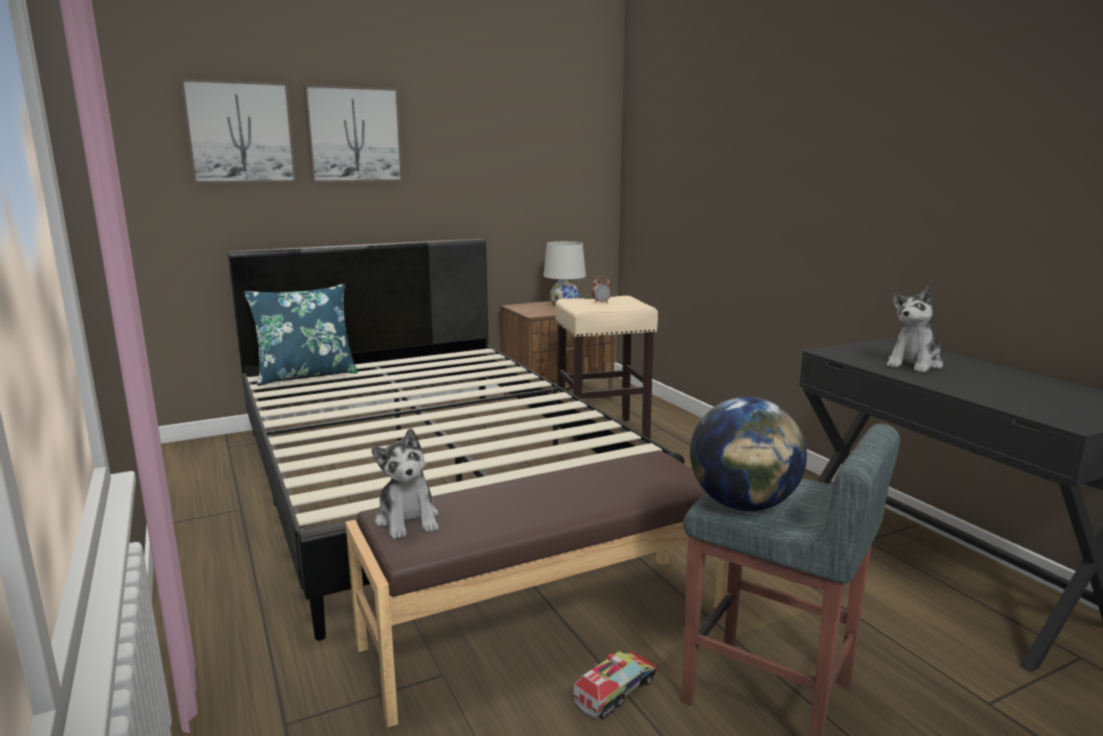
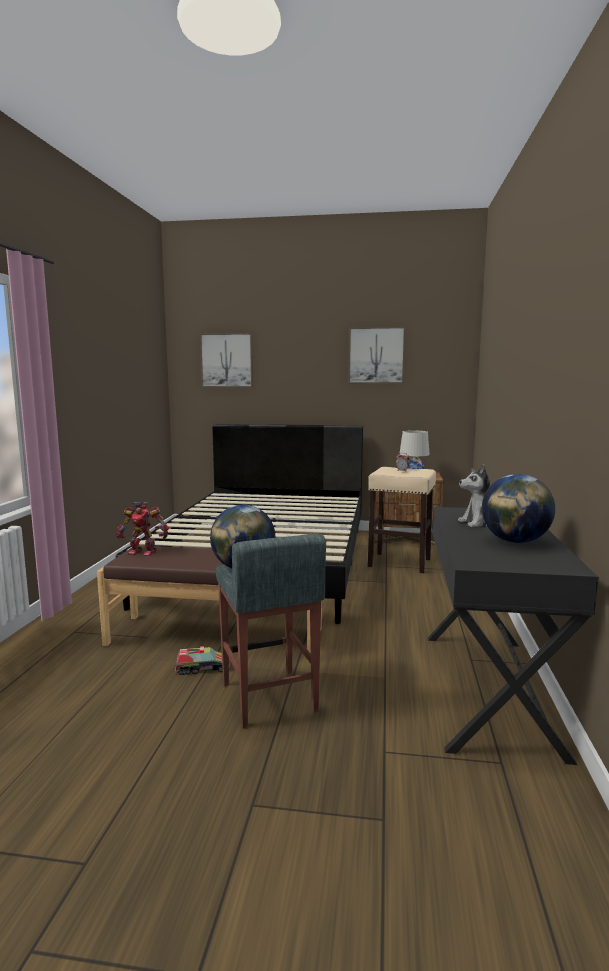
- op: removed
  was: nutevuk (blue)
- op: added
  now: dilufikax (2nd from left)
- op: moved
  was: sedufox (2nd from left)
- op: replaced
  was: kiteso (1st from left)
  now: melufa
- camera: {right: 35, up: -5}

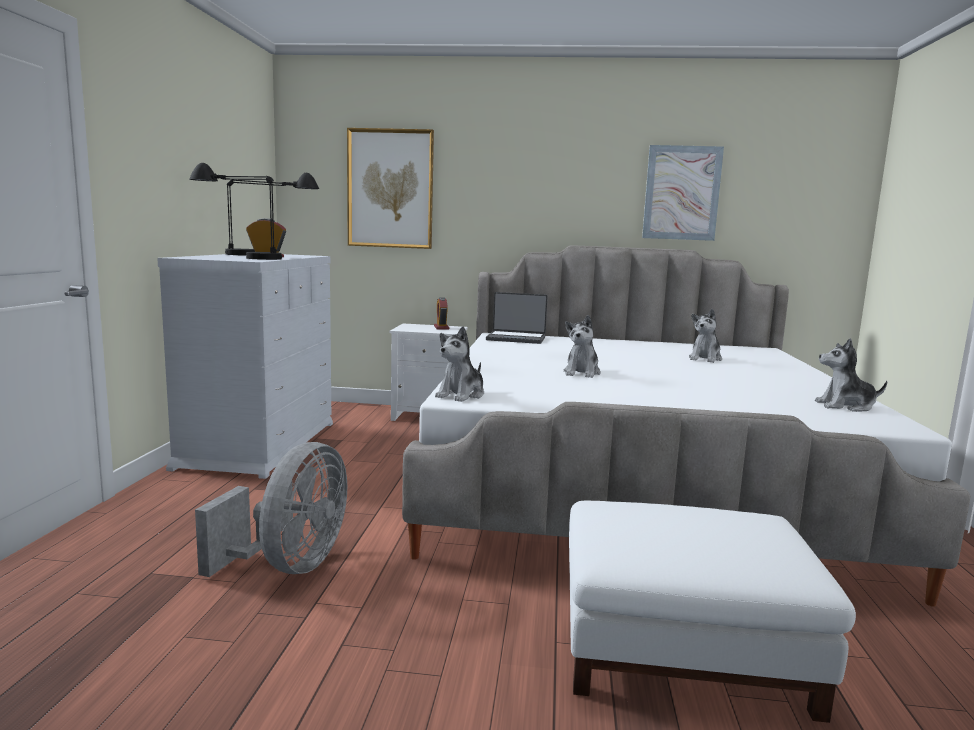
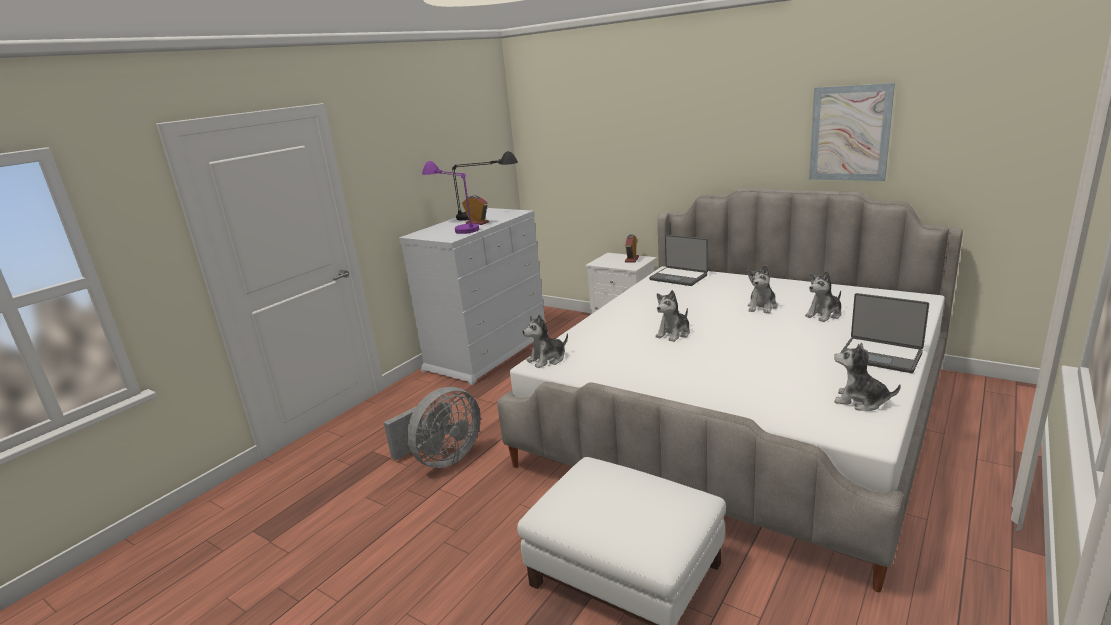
- op: removed
  was: sedufox (1st from left)
- op: added
  now: kiteso (3rd from left)
- op: added
  now: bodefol (2nd from left)
- op: recoloured
  was: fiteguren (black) (1st from left)
  now: fiteguren (purple)
- camera: {right: 30, up: 10}

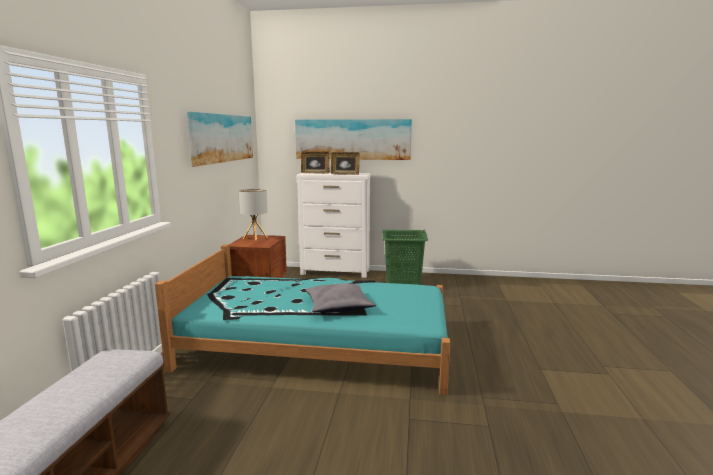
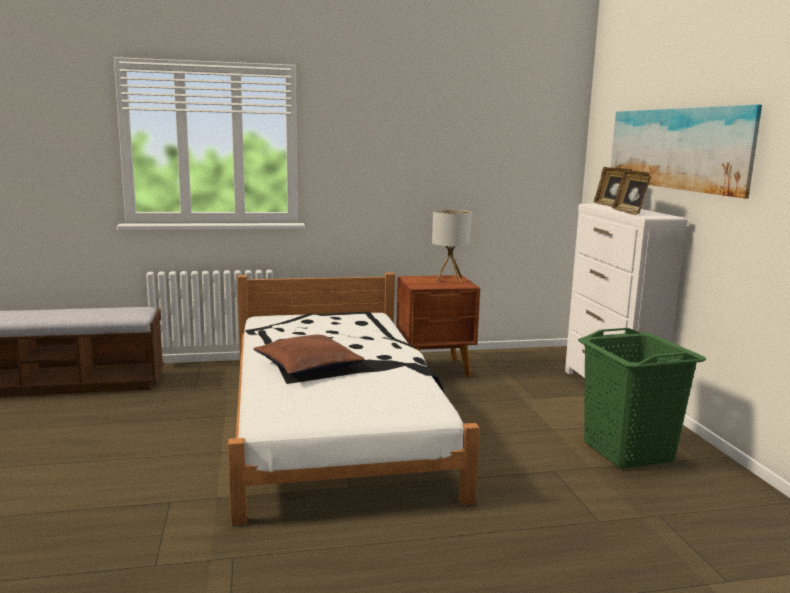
- op: removed
  was: sedufox (1st from left)
- op: recoloured
  was: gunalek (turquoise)
  now: gunalek (white)
- op: recoloured
  was: nutevuk (grey)
  now: nutevuk (brown)
- camera: {right: 70, up: 0}

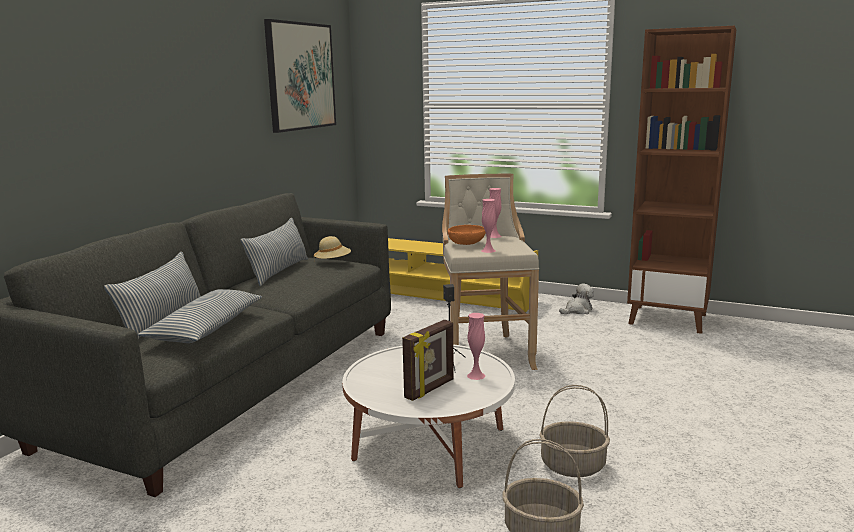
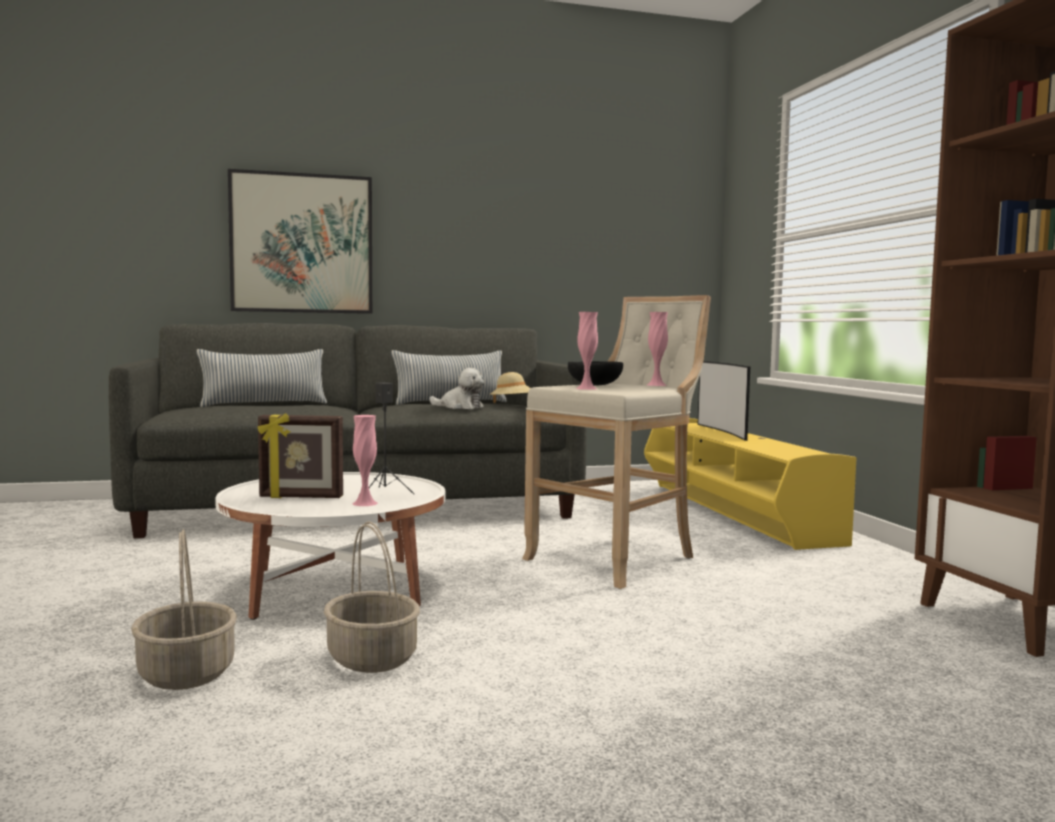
- op: removed
  was: nutevuk (2nd from left)
- op: added
  now: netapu
- op: moved
  was: sedufox
- op: moved
  was: kiteso
- op: recoloured
  was: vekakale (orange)
  now: vekakale (black)
- camera: {right: 50, up: -10}

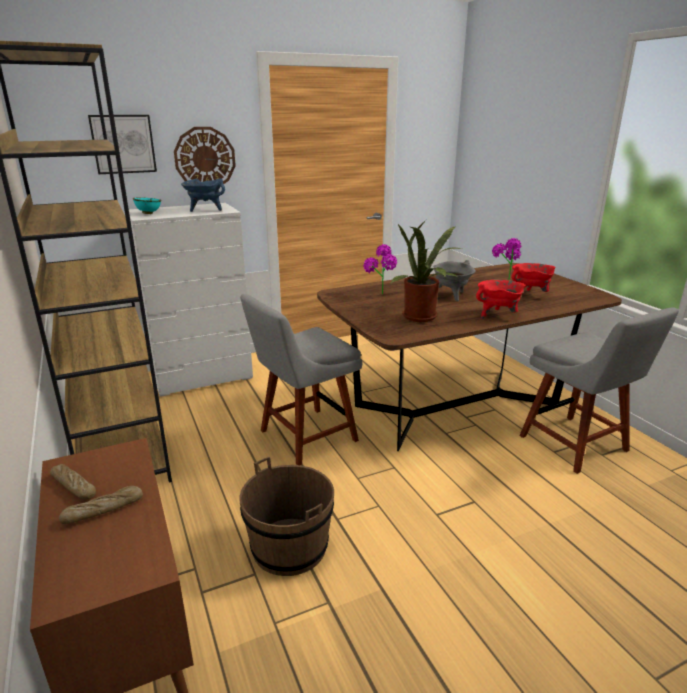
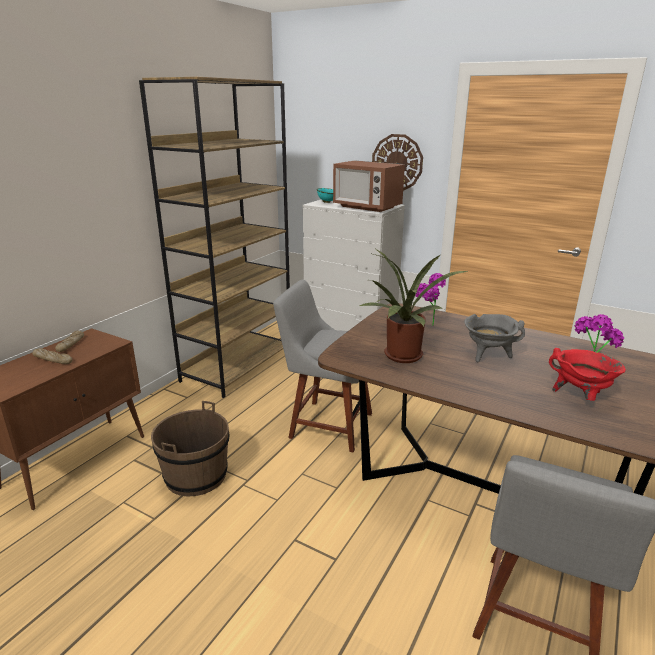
- op: removed
  was: sedufox
- op: removed
  was: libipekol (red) (1st from left)
- op: replaced
  was: libipekol (blue)
  now: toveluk
- camera: {right: 55, up: 0}

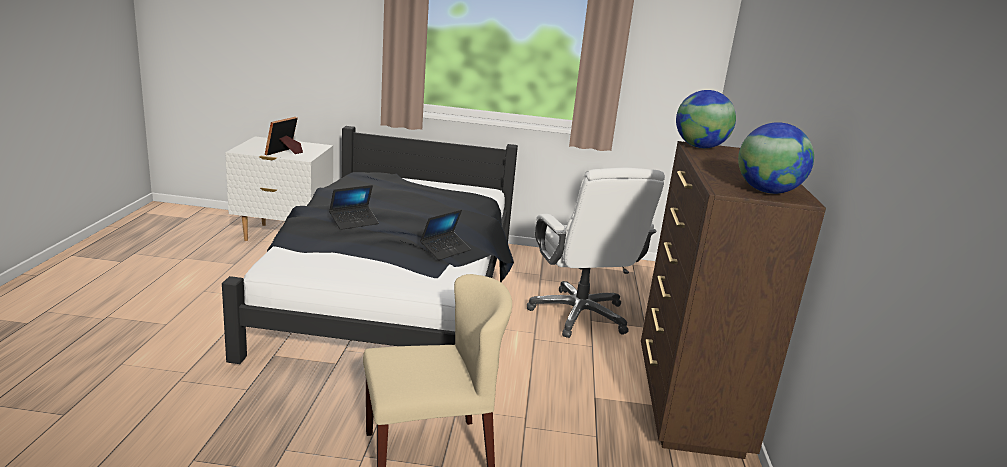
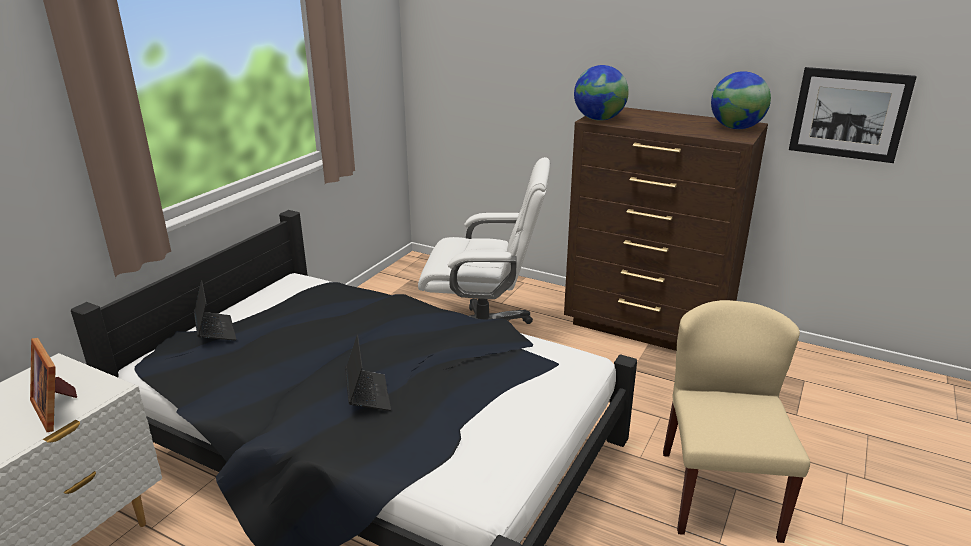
- op: added
  now: sedufox
- op: moved
  was: bodefol (2nd from left in the first image)
  now: bodefol (1st from left)
- camera: {right: -65, up: 5}

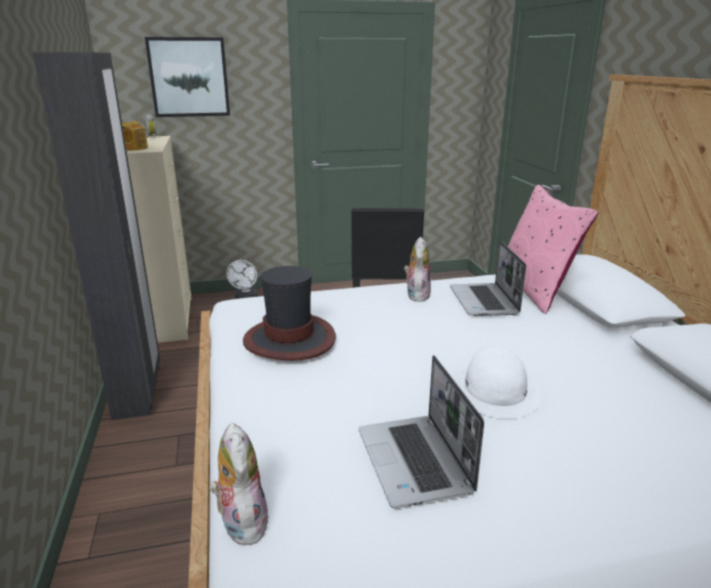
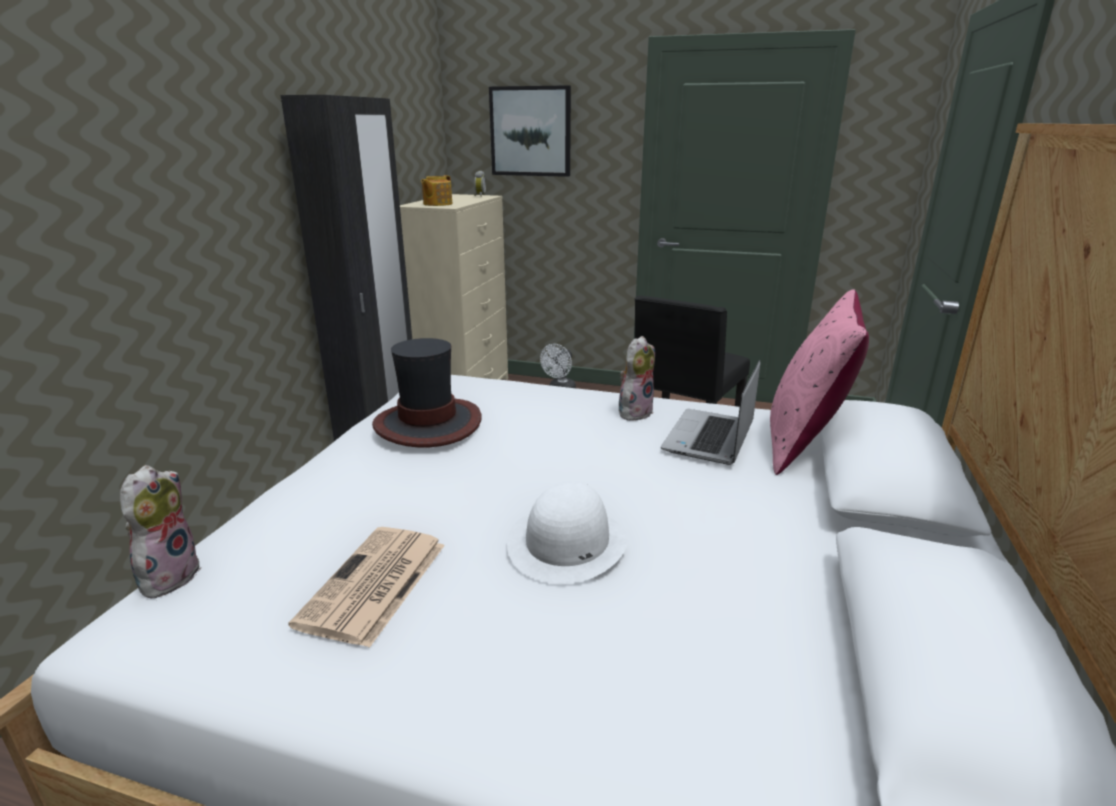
- op: replaced
  was: bodefol (1st from left)
  now: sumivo
- camera: {right: 30, up: 0}

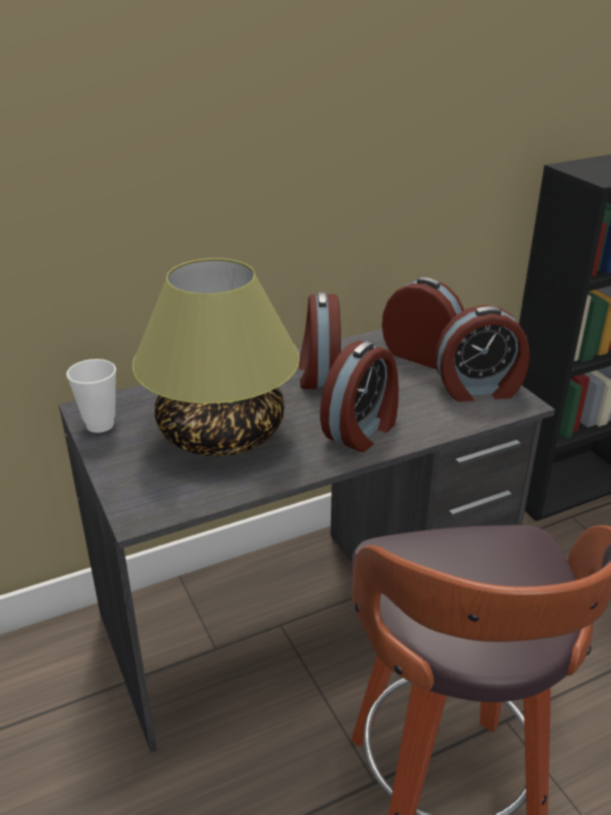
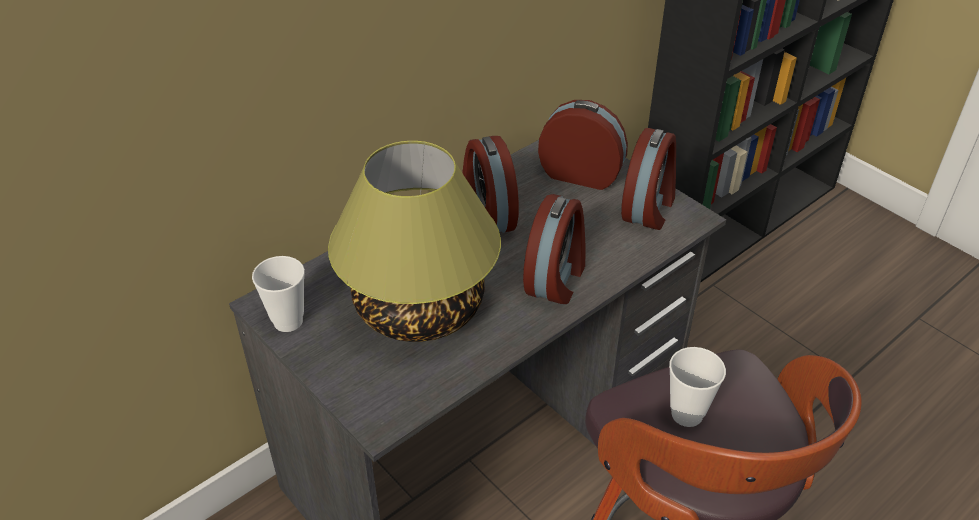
- op: added
  now: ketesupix (2nd from left)
- op: turned
  was: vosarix (4th from left)
  clockwise: -45
- camera: {right: -15, up: 10}

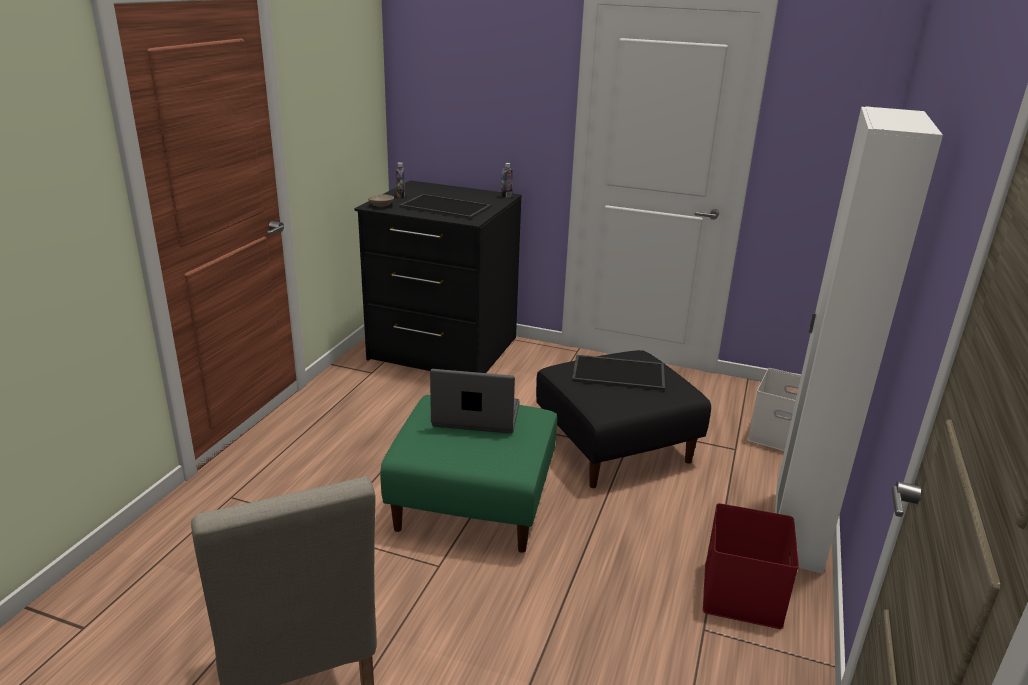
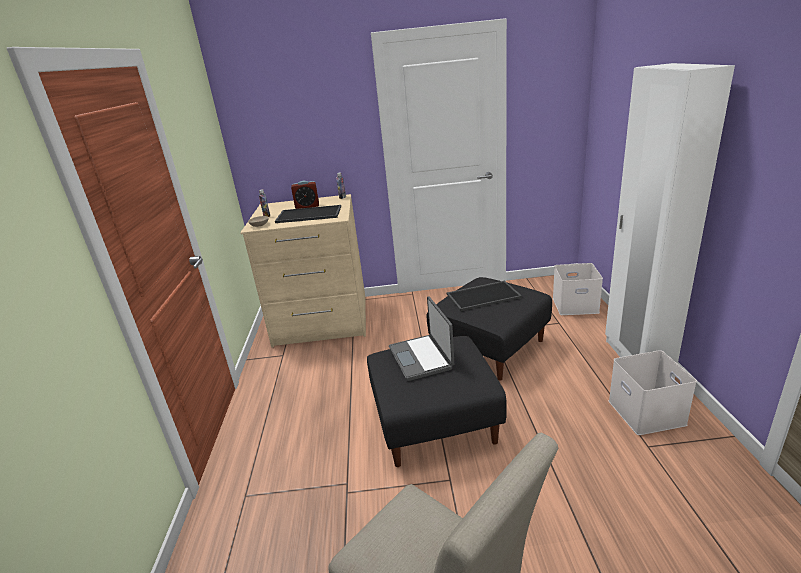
- op: added
  now: vosarix
- op: recoloured
  was: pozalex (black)
  now: pozalex (beige)
- op: recoloured
  was: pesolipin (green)
  now: pesolipin (black) (1st from left)
- op: recoloured
  was: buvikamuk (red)
  now: buvikamuk (white) (2nd from left)
- op: turned
  was: bodefol
  clockwise: -90
- camera: {right: -20, up: 0}

